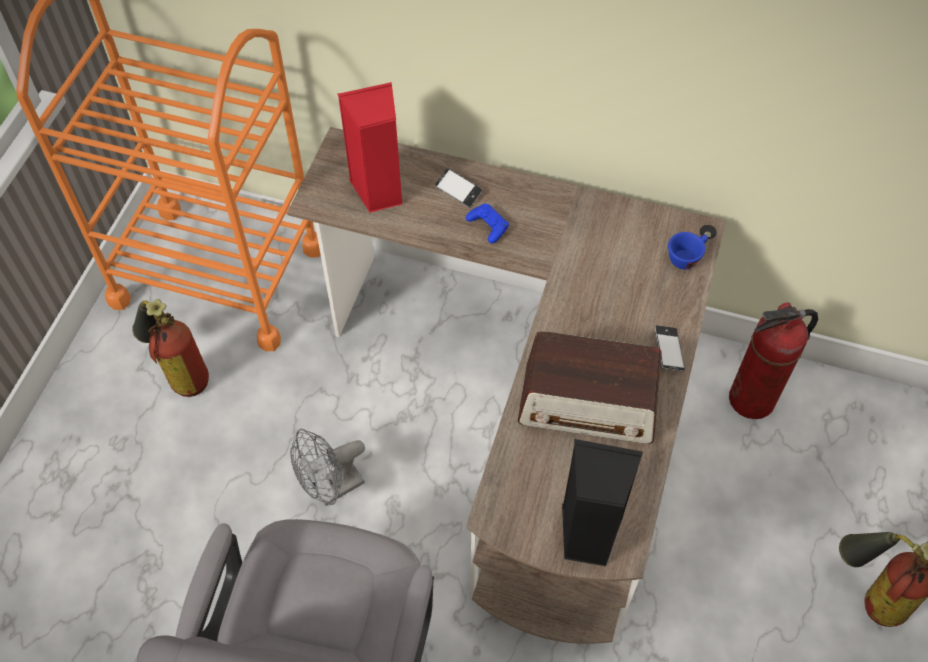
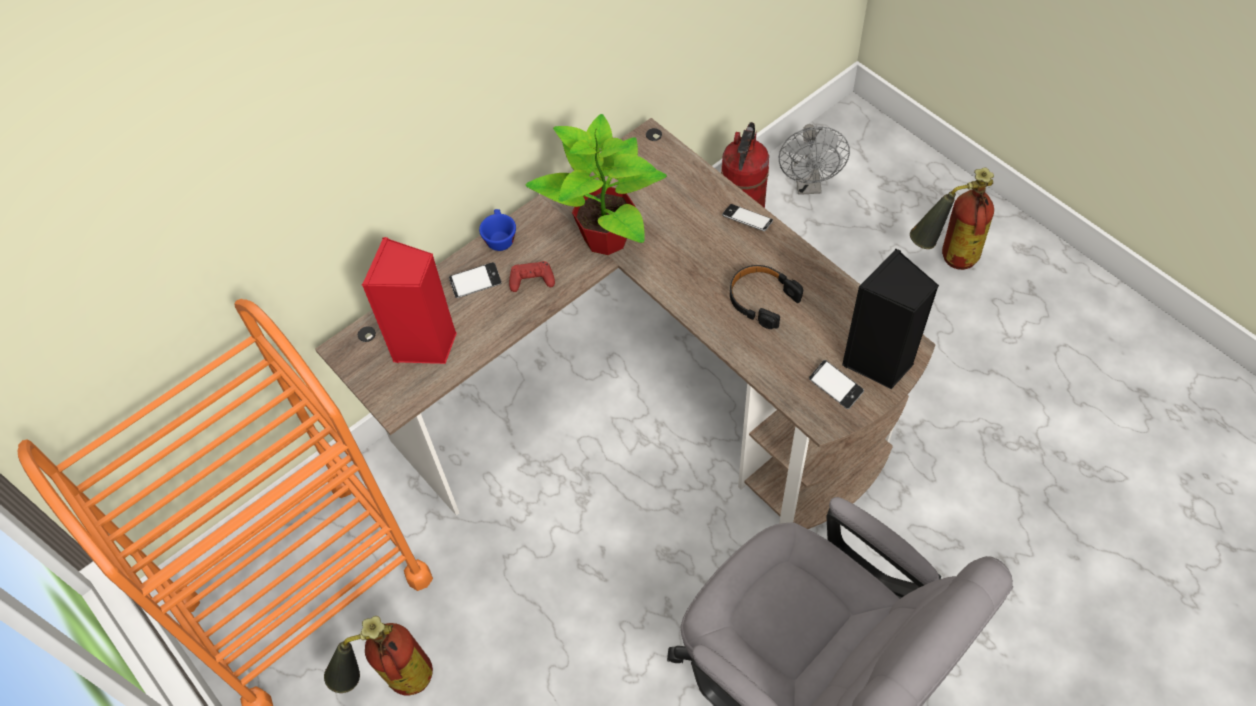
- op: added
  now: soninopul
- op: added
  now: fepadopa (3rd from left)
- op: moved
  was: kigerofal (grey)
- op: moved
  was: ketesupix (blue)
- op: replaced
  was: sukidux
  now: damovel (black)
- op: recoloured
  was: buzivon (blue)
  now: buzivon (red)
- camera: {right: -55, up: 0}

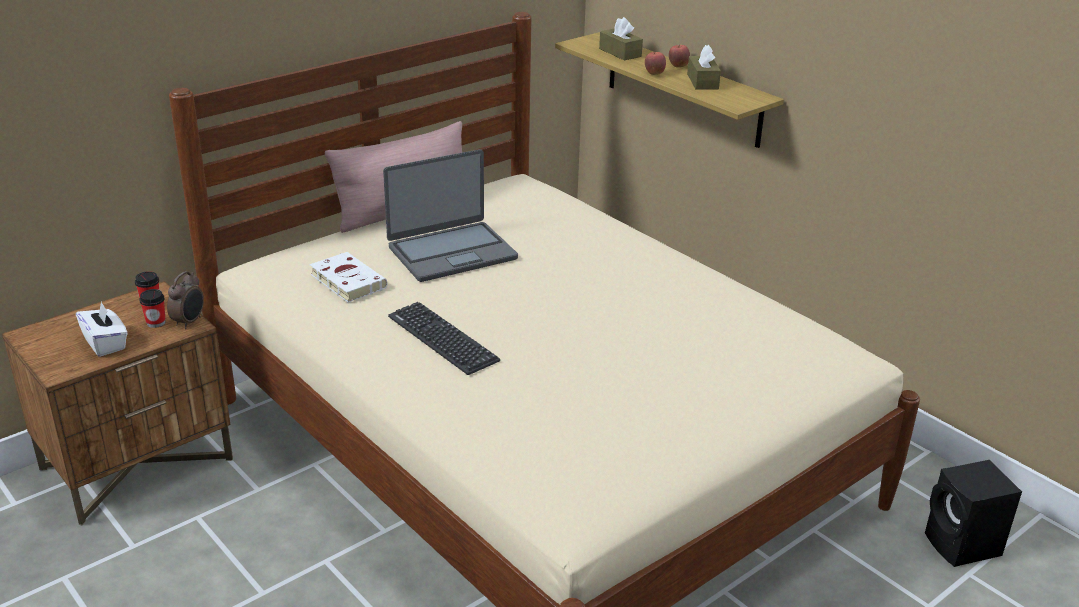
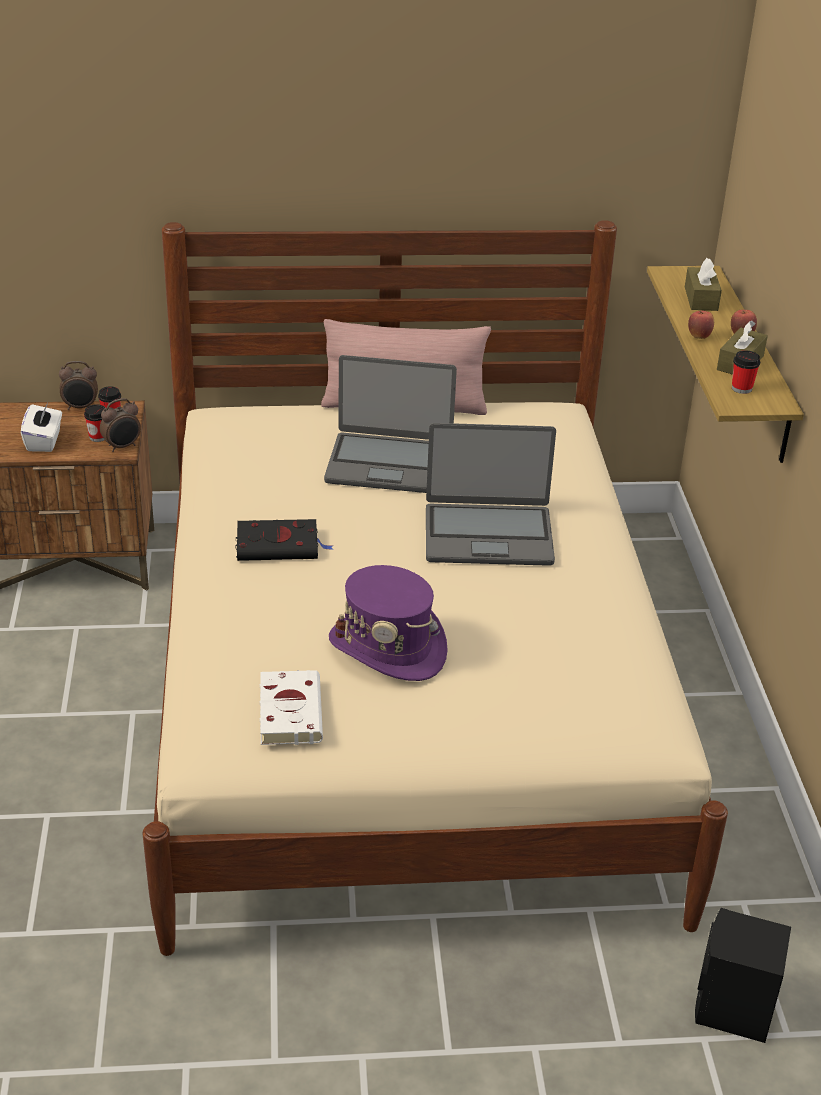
- op: added
  now: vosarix (1st from left)
- op: added
  now: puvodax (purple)
- op: added
  now: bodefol (2nd from left)
- op: added
  now: ketesupix (3rd from left)
- op: moved
  was: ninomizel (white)
- op: replaced
  was: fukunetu
  now: ninomizel (black)
- camera: {right: 35, up: 5}

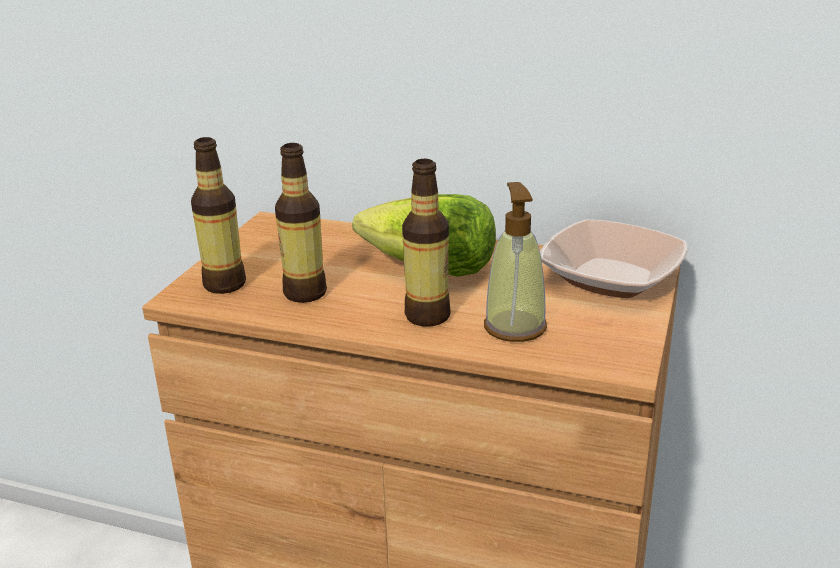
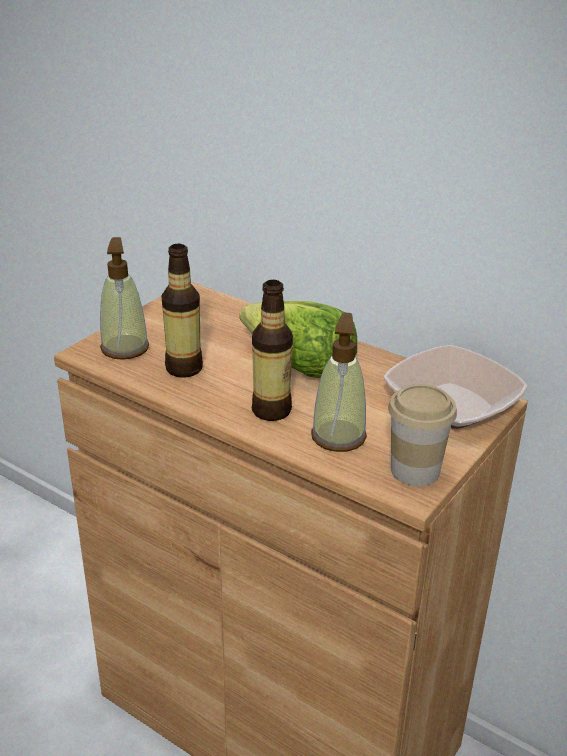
- op: added
  now: ketesupix
- op: replaced
  was: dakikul (1st from left)
  now: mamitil (1st from left)
- camera: {right: 15, up: 5}

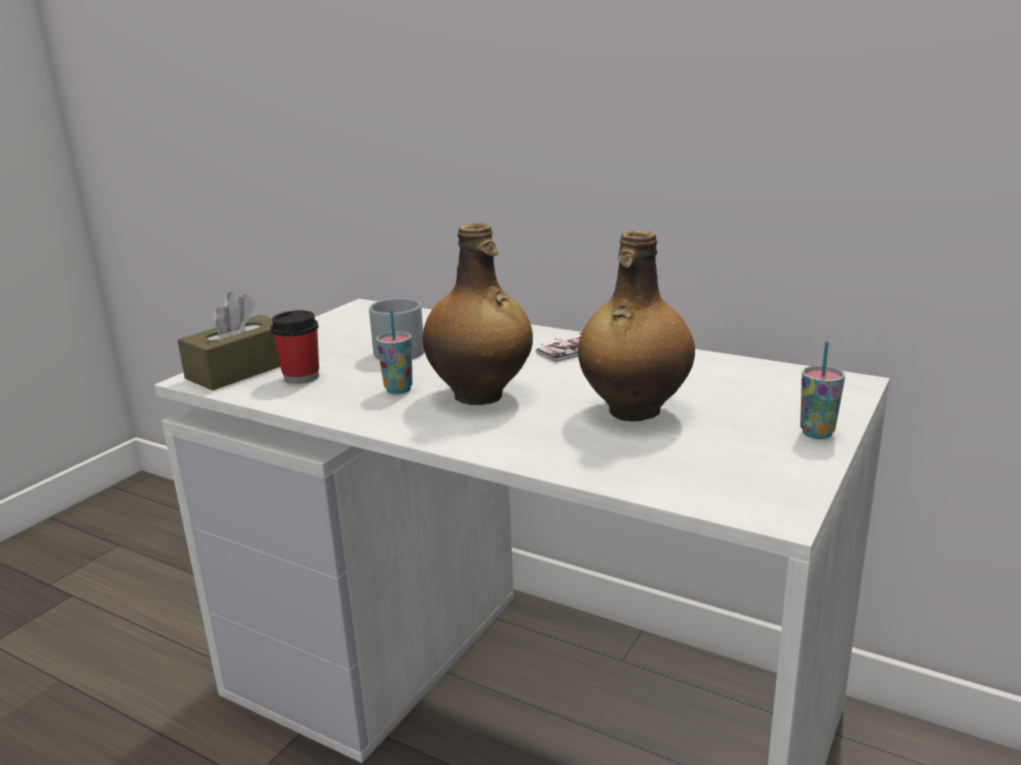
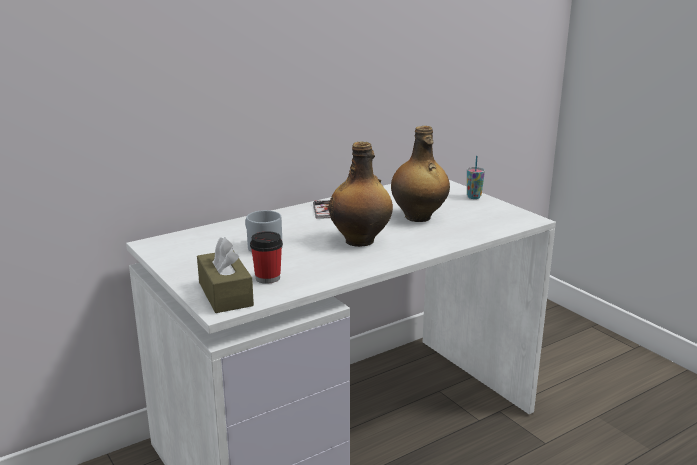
- op: removed
  was: ketesupix (2nd from left)
- camera: {right: -65, up: 0}

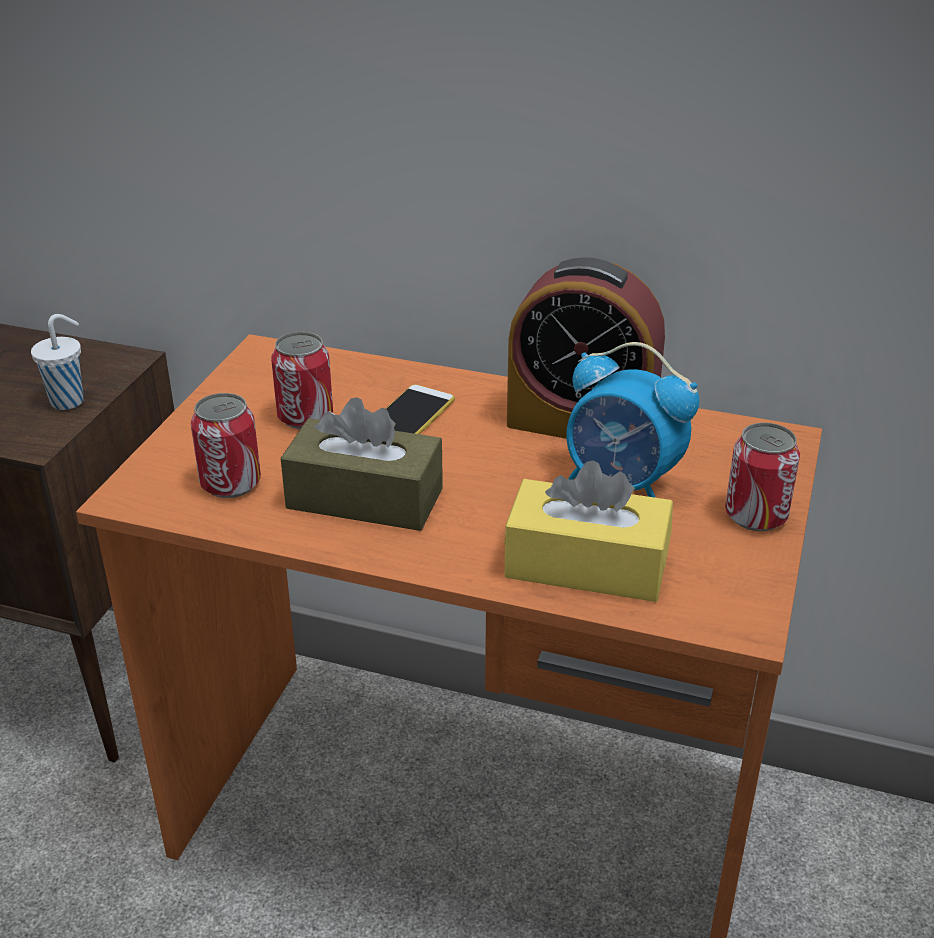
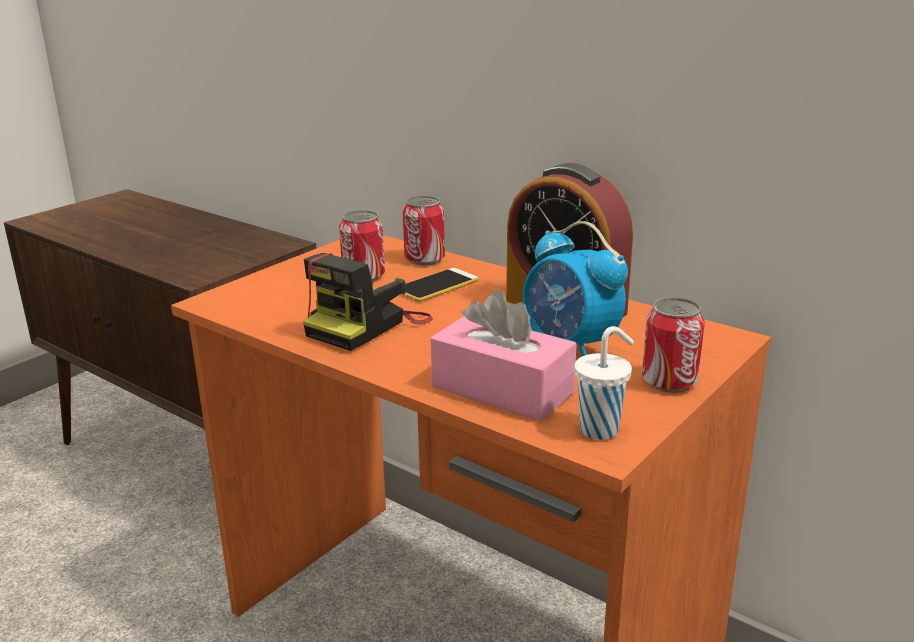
- op: moved
  was: ketesupix (white)
- op: moved
  was: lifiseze (1st from left in the first image)
  now: lifiseze (2nd from left)
- op: replaced
  was: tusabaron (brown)
  now: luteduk
- op: recoloured
  was: tusabaron (yellow)
  now: tusabaron (pink)
- camera: {right: 20, up: -10}

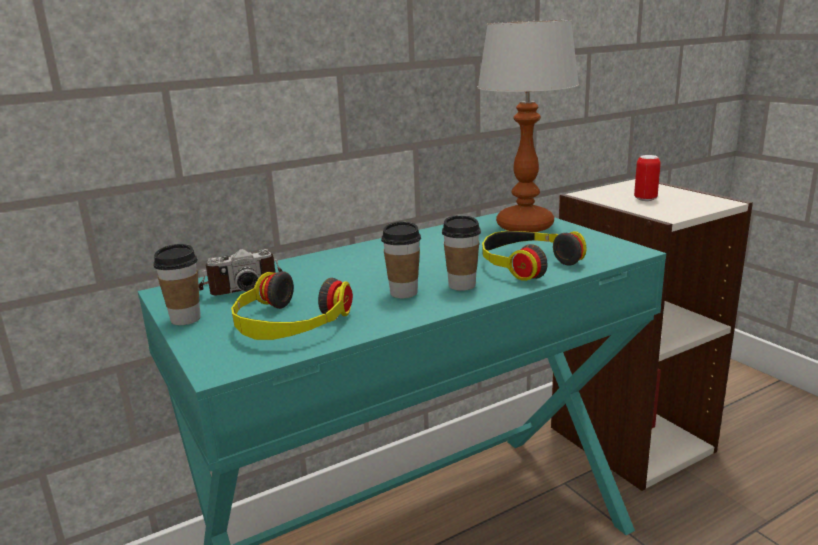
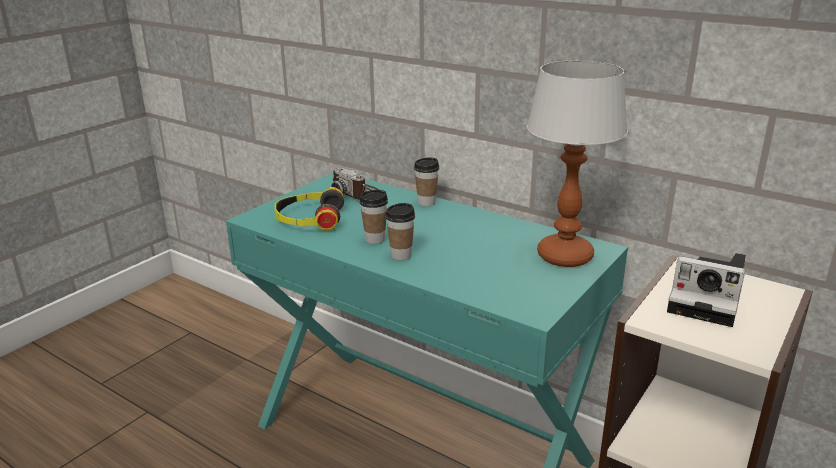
- op: removed
  was: damovel (2nd from left)
- op: moved
  was: ketesupix (1st from left in the first image)
  now: ketesupix (3rd from left)
- op: replaced
  was: lifiseze
  now: luteduk (2nd from left)
- camera: {right: 65, up: 5}

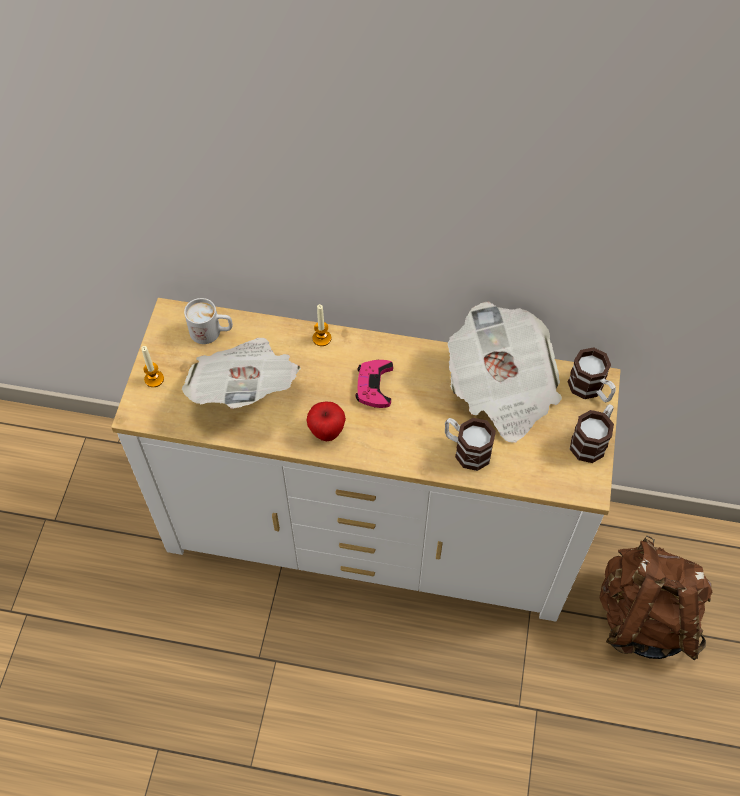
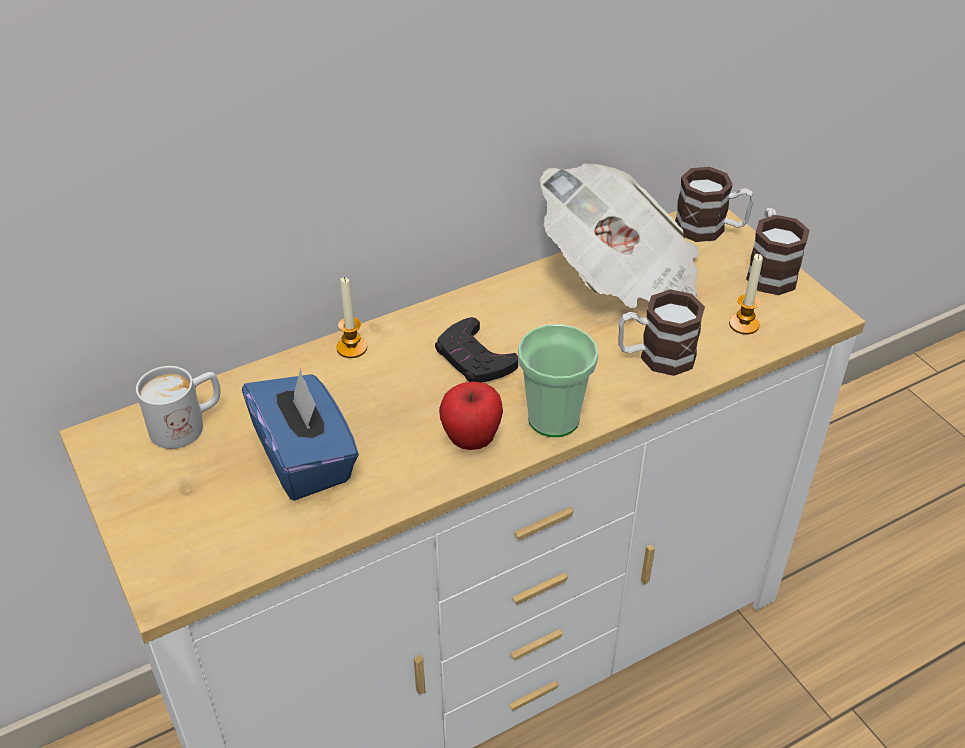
- op: removed
  was: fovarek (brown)
- op: added
  now: ketesupix
- op: moved
  was: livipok (1st from left in the first image)
  now: livipok (2nd from left)
- op: replaced
  was: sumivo (1st from left)
  now: tusabaron (blue)
- op: recoloured
  was: buzivon (pink)
  now: buzivon (black)
- camera: {right: -40, up: -15}

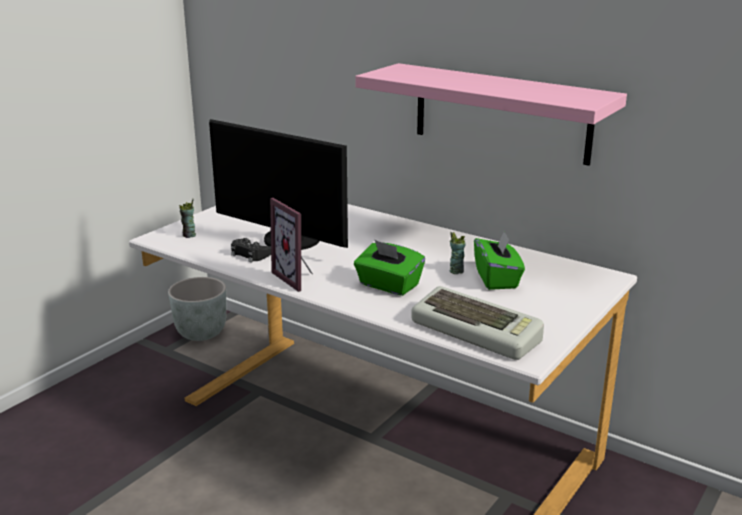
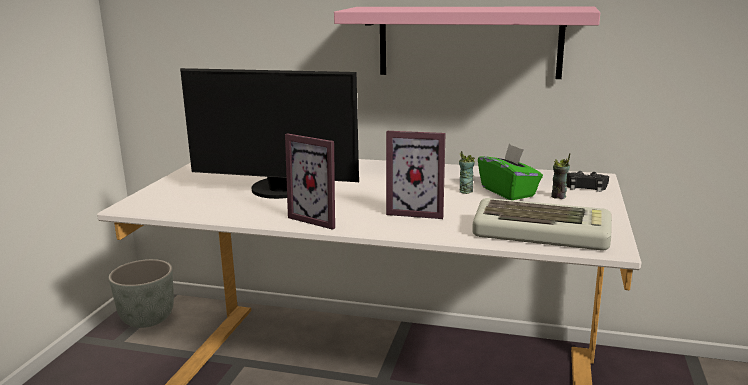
- op: moved
  was: ketesupix (1st from left in the first image)
  now: ketesupix (2nd from left)
- op: moved
  was: buzivon (black)
- op: replaced
  was: tusabaron (green) (1st from left)
  now: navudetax (2nd from left)
- camera: {right: -20, up: -5}

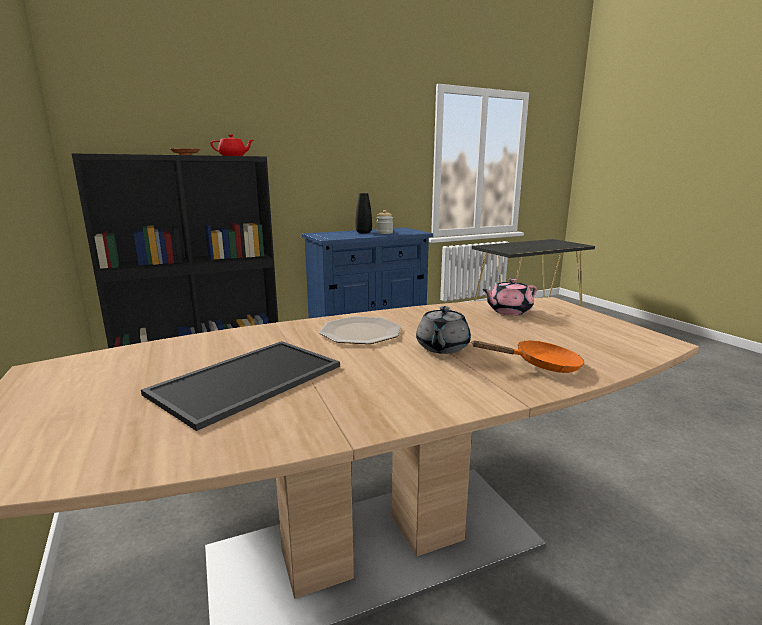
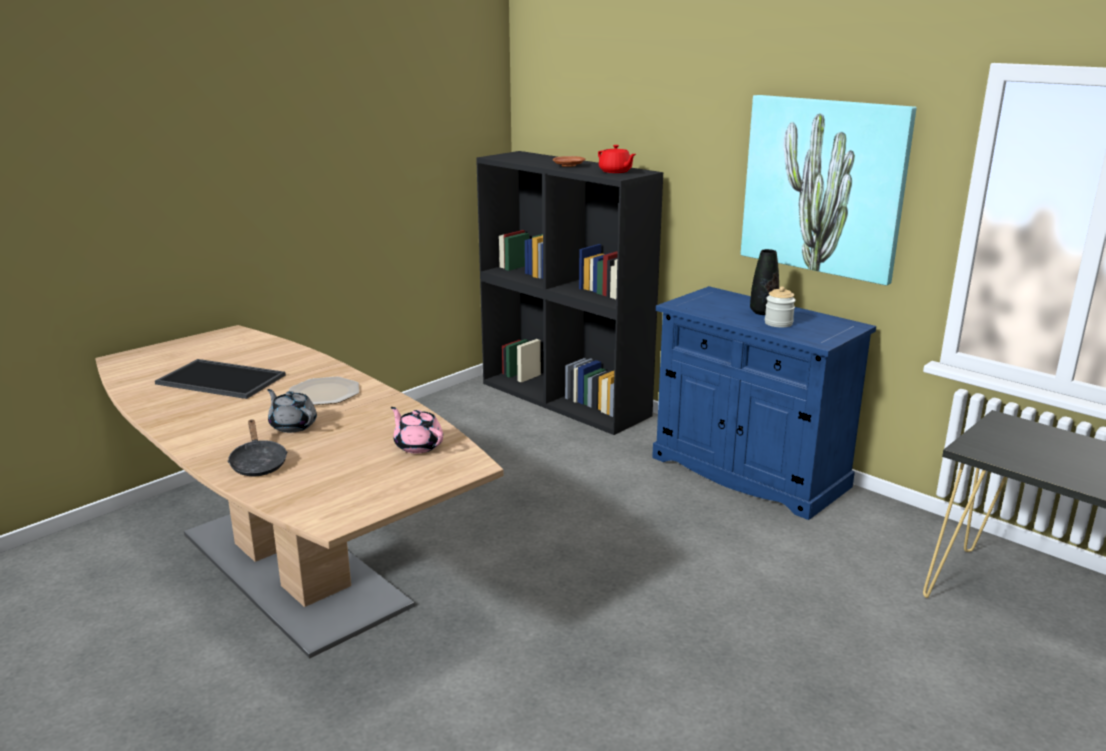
- op: added
  now: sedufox
- op: recoloured
  was: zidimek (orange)
  now: zidimek (black)
- op: turned
  was: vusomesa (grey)
  clockwise: 45
- camera: {right: 70, up: 5}

